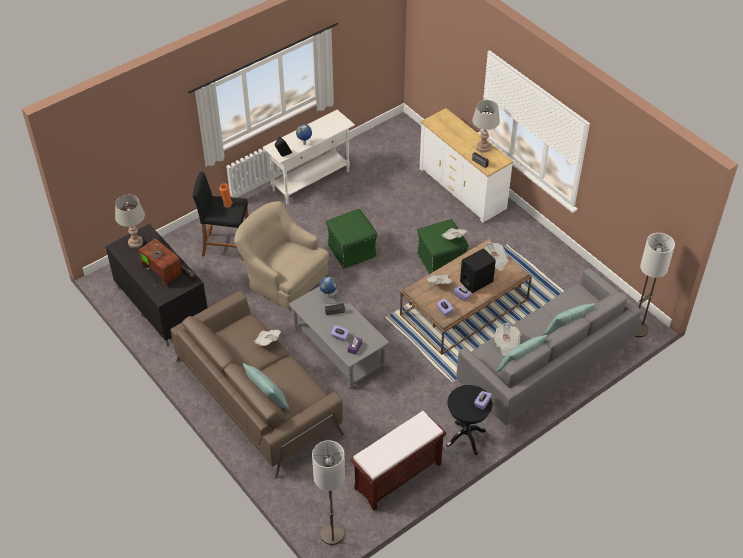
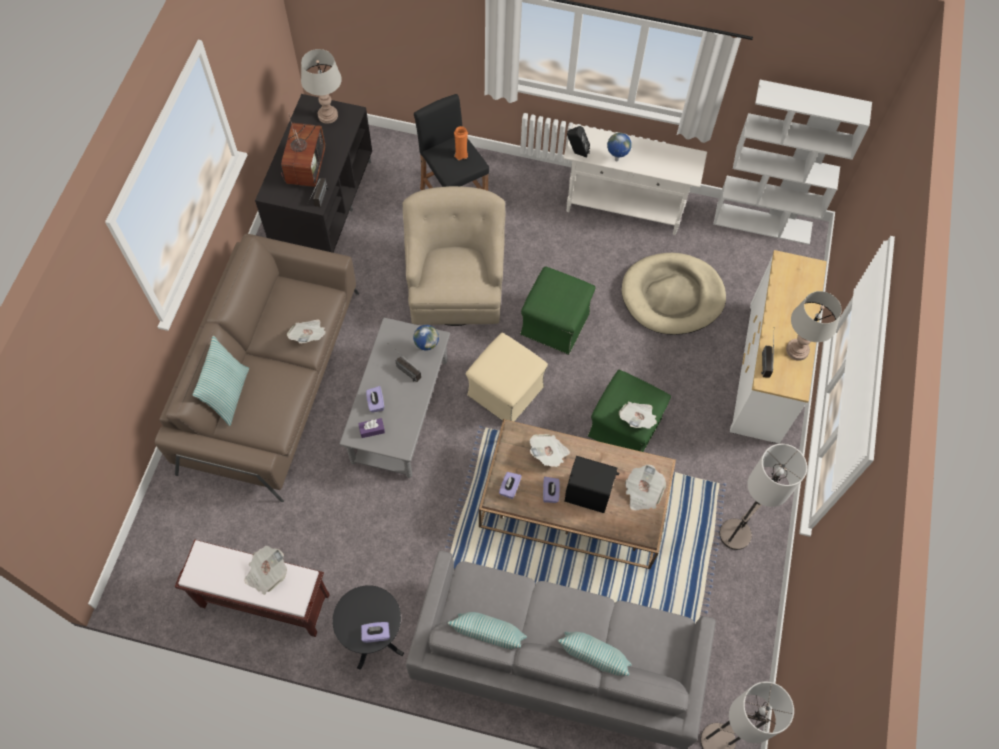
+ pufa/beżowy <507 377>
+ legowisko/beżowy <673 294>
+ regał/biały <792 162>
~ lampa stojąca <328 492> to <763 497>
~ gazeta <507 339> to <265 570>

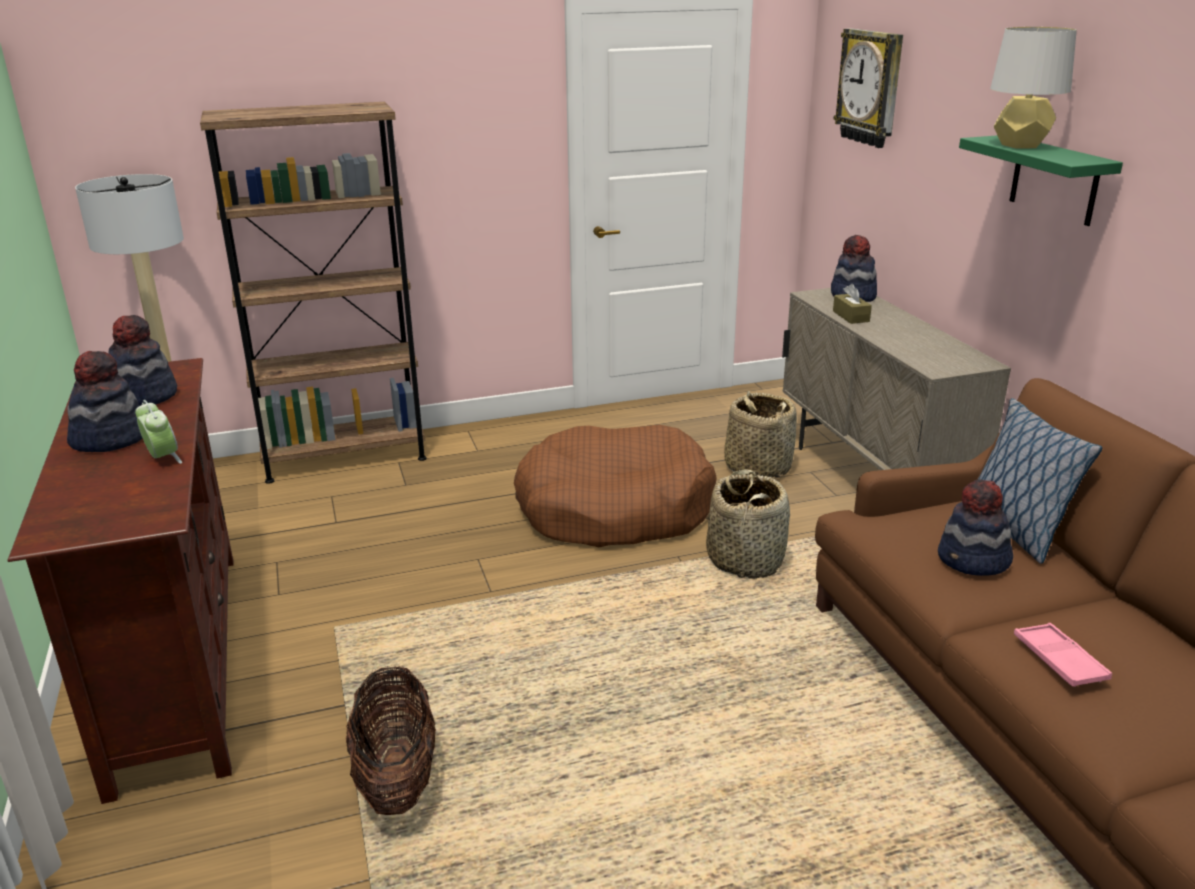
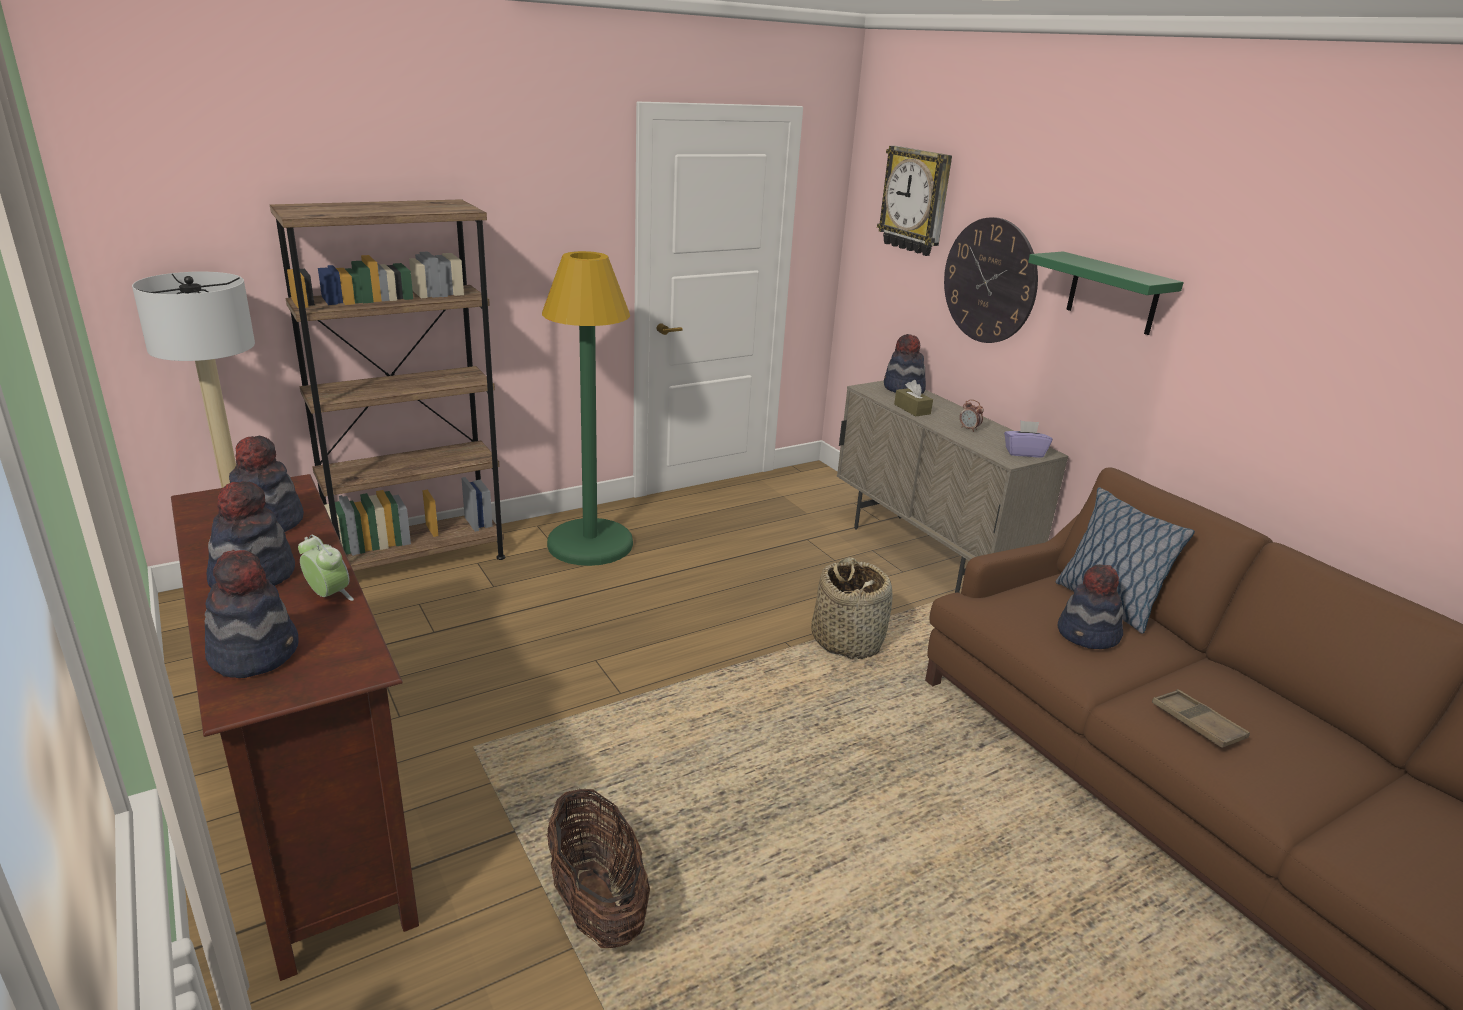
- legowisko/brązowy <615 486>
- koszyk <760 434>
- lampa stołowa/szary <1033 87>
+ kapelusz <251 614>
+ lampa stojąca/zielony <587 408>
+ zegar ścienny <991 280>
+ budzik <972 416>
+ pudełko chusteczek/fioletowy <1028 439>
~ taca/różowy <1063 655> to taca/brązowy <1201 718>

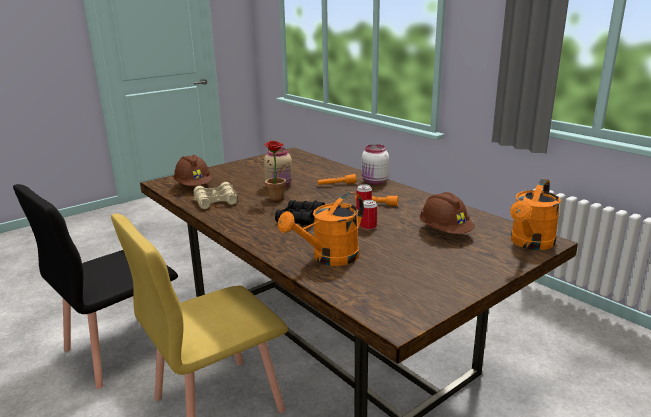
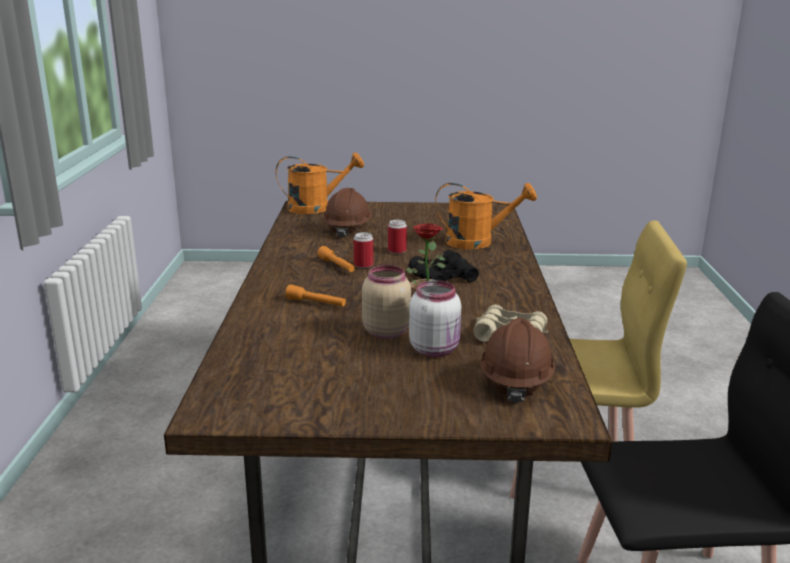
~ słoik/biały <375 164> to <435 318>

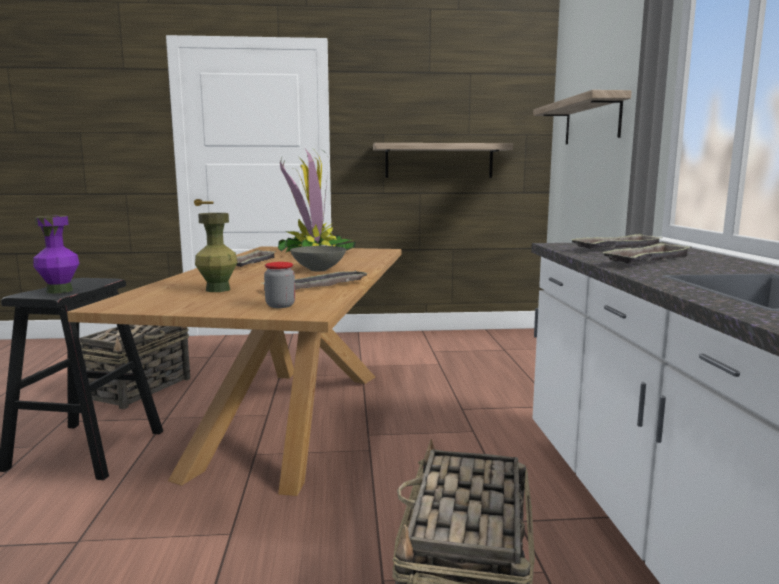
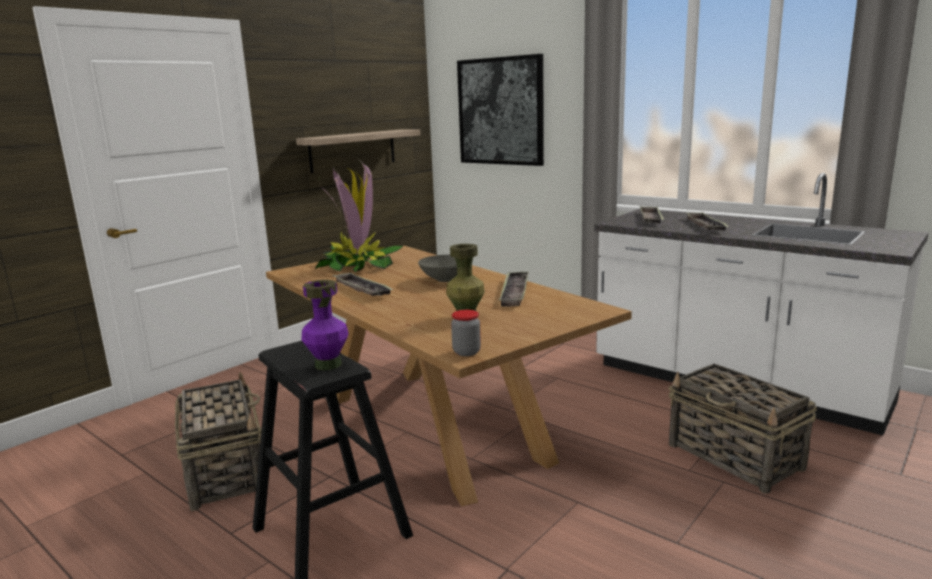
~ słoik <279 285> to <466 333>
~ półka <582 117> to obraz <500 110>

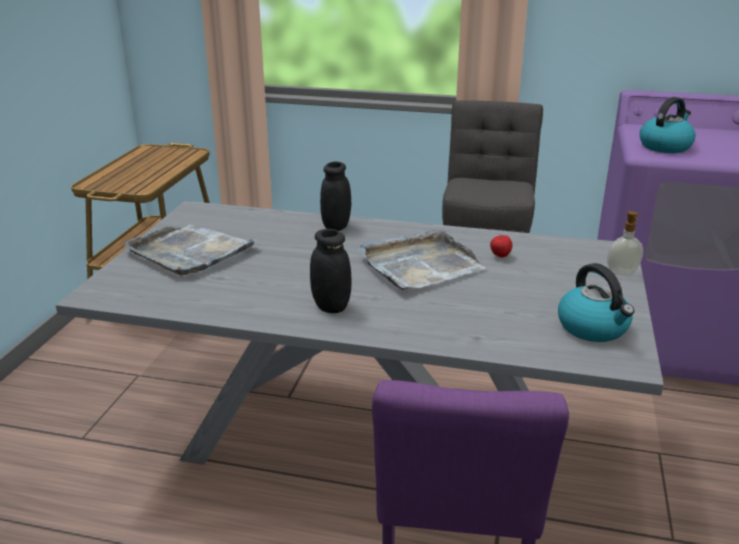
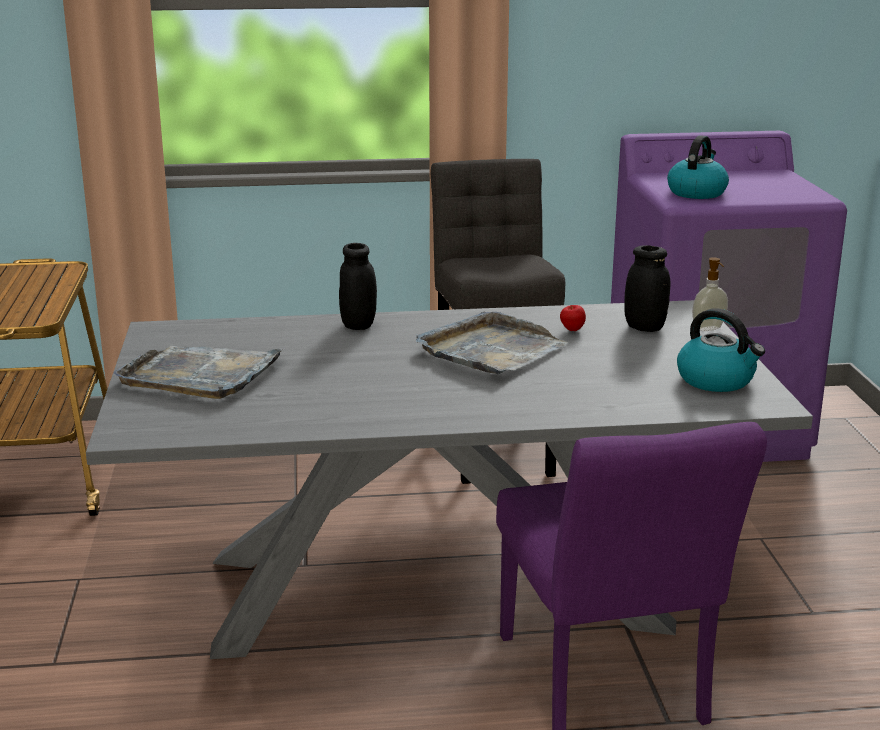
~ słoik/czarny <330 271> to <647 288>

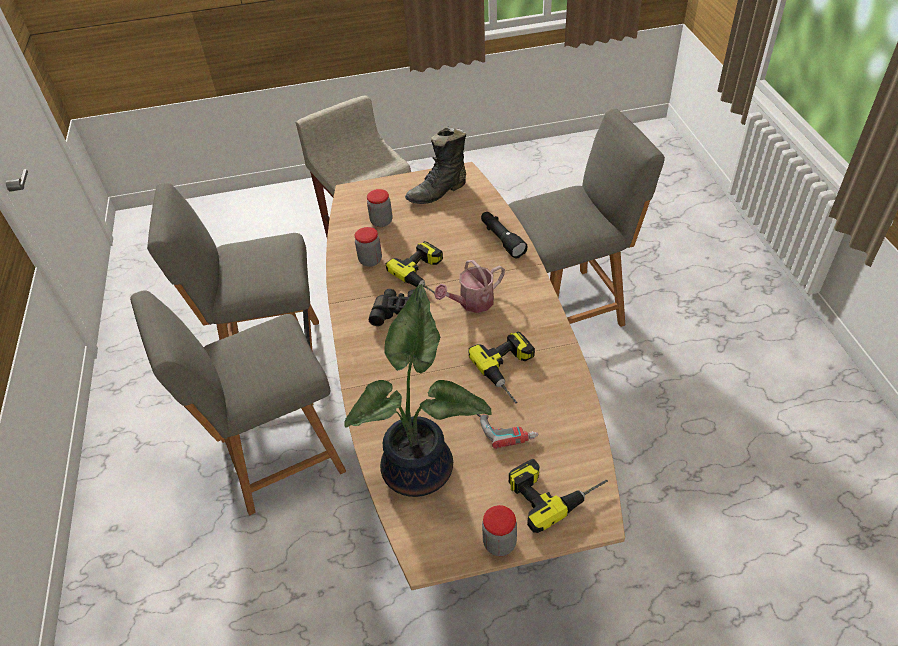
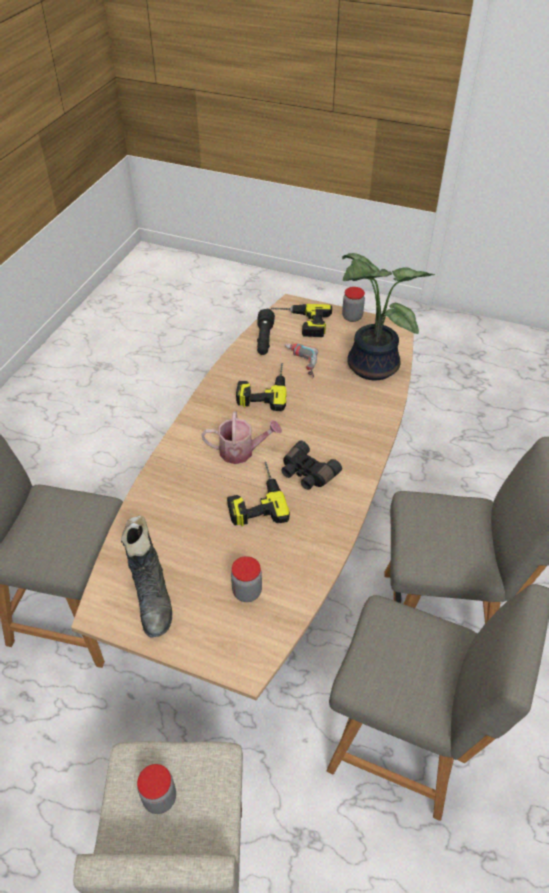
~ słoik <368 247> to <156 789>
~ latarka/czarny <504 235> to <266 332>
~ but z cholewką/czarny <435 165> = <146 576> 75 degrees clockwise

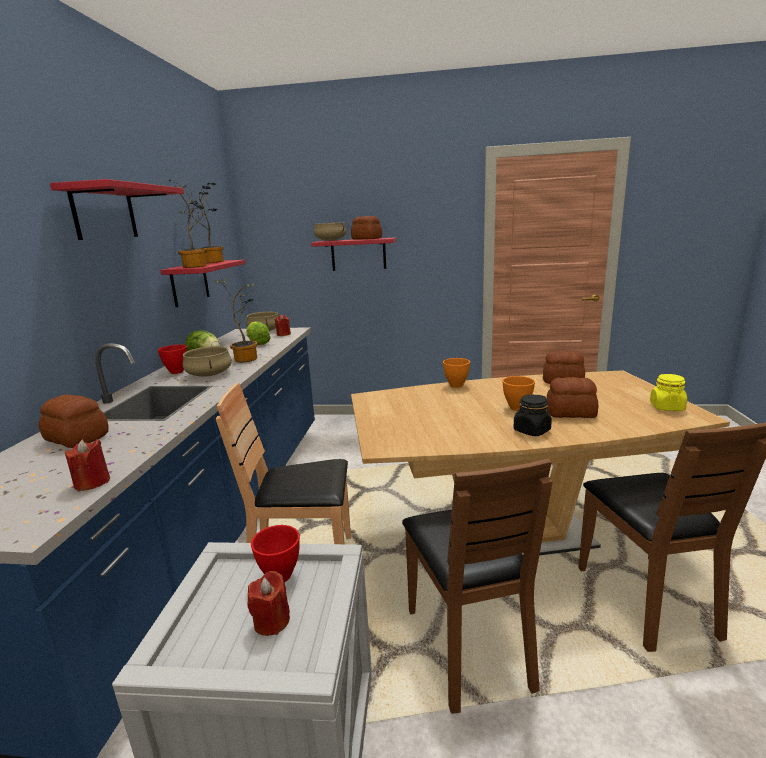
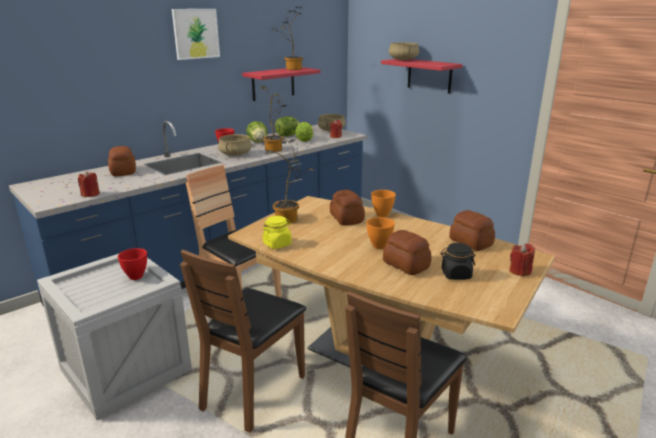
+ sałata <287 127>
~ roślina doniczkowa <192 223> to <290 180>
~ świeca/czerwony <268 603> to <522 260>
~ chleb <366 228> to <347 208>
~ słoik/czarny <533 415> to <457 261>
~ słoik/żółty <668 392> to <277 232>
~ półka/czerwony <117 209> to obraz <196 34>

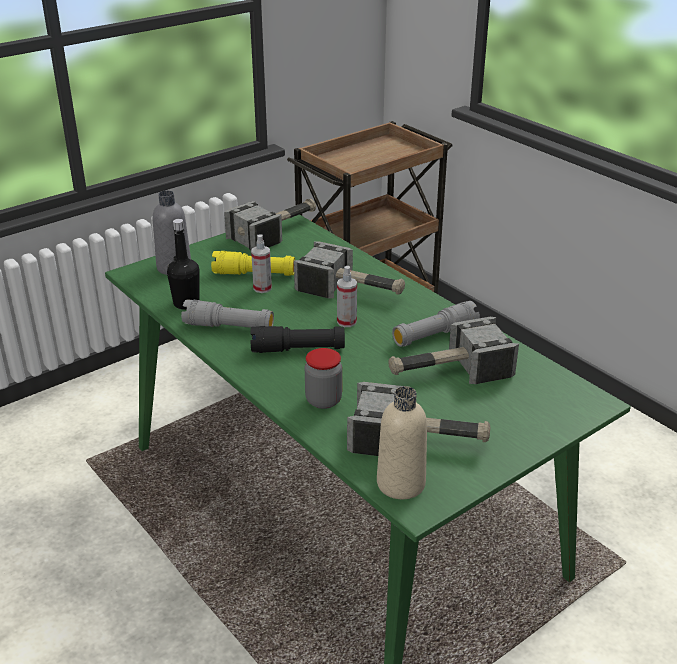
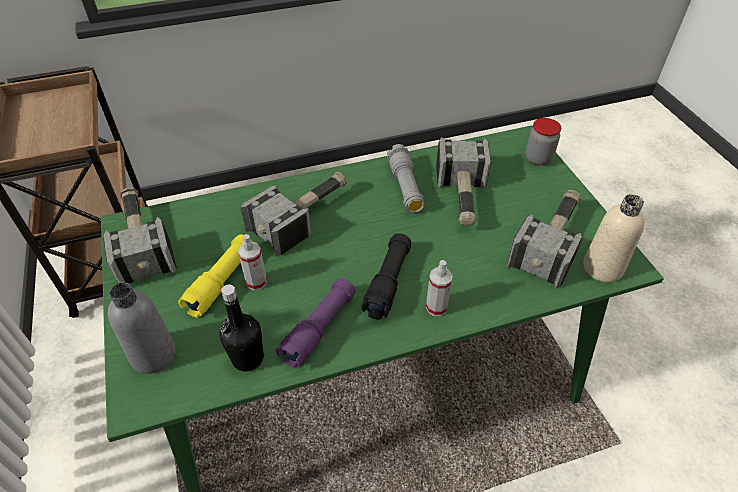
~ słoik <323 378> to <543 142>
~ spryskiwacz <347 296> to <439 288>
~ latarka/szary <227 314> to latarka/fioletowy <316 323>

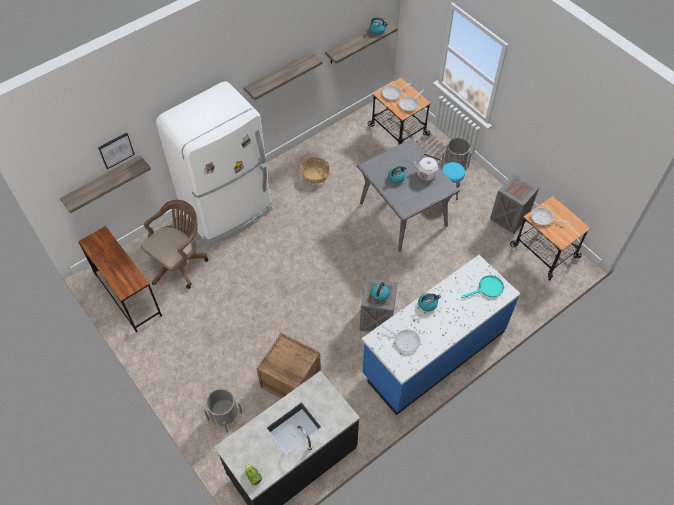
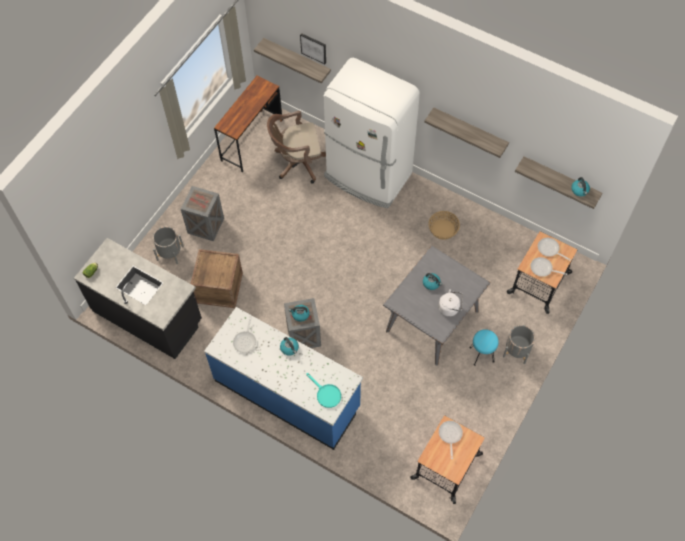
~ skrzynka <514 203> to <202 213>
~ krzesło biurowe/brązowy <174 244> = <296 147> 150 degrees clockwise

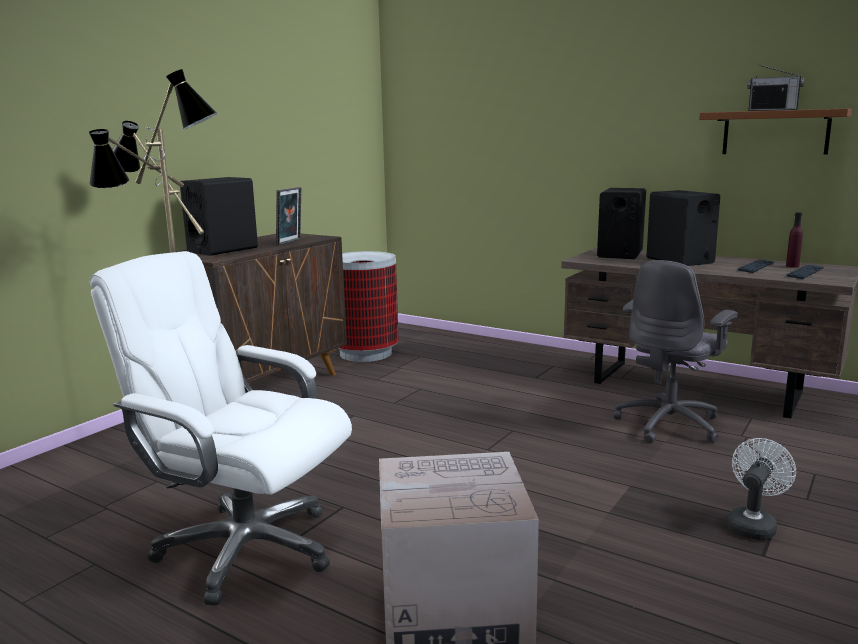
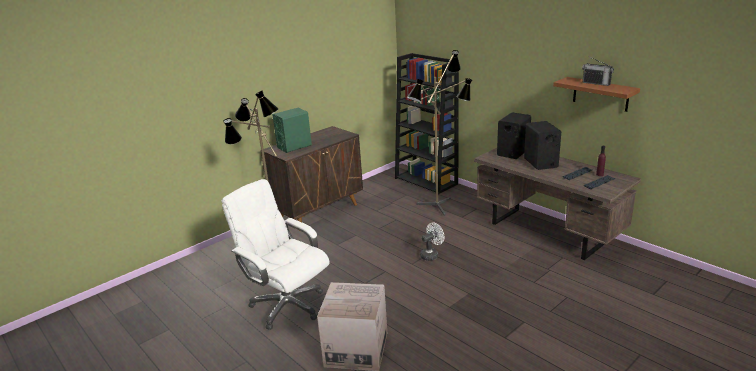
- ramka na zdjęcie <289 216>
- kosz na śmieci <368 306>
- krzesło biurowe/szary <675 351>
+ regał/czarny <427 123>
+ lampa stojąca <439 133>
~ wentylator/biały <761 489> to <432 242>
~ głośnik/czarny <219 216> to głośnik/zielony <292 130>

